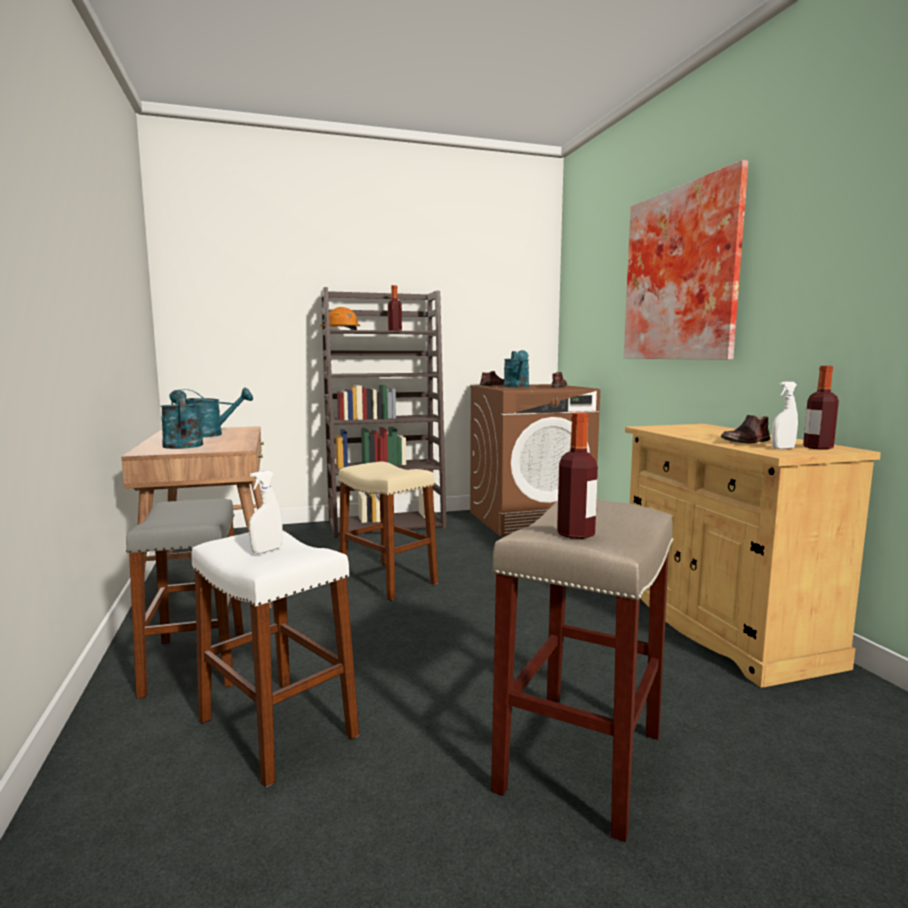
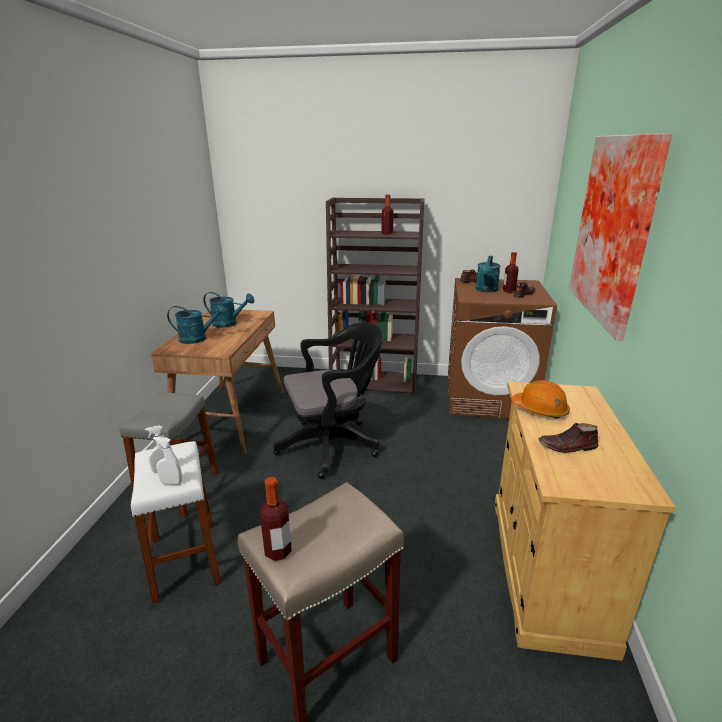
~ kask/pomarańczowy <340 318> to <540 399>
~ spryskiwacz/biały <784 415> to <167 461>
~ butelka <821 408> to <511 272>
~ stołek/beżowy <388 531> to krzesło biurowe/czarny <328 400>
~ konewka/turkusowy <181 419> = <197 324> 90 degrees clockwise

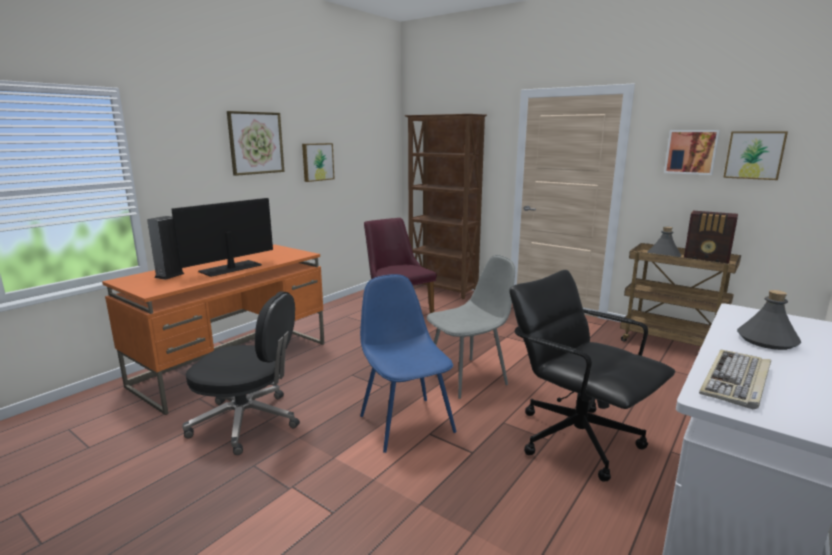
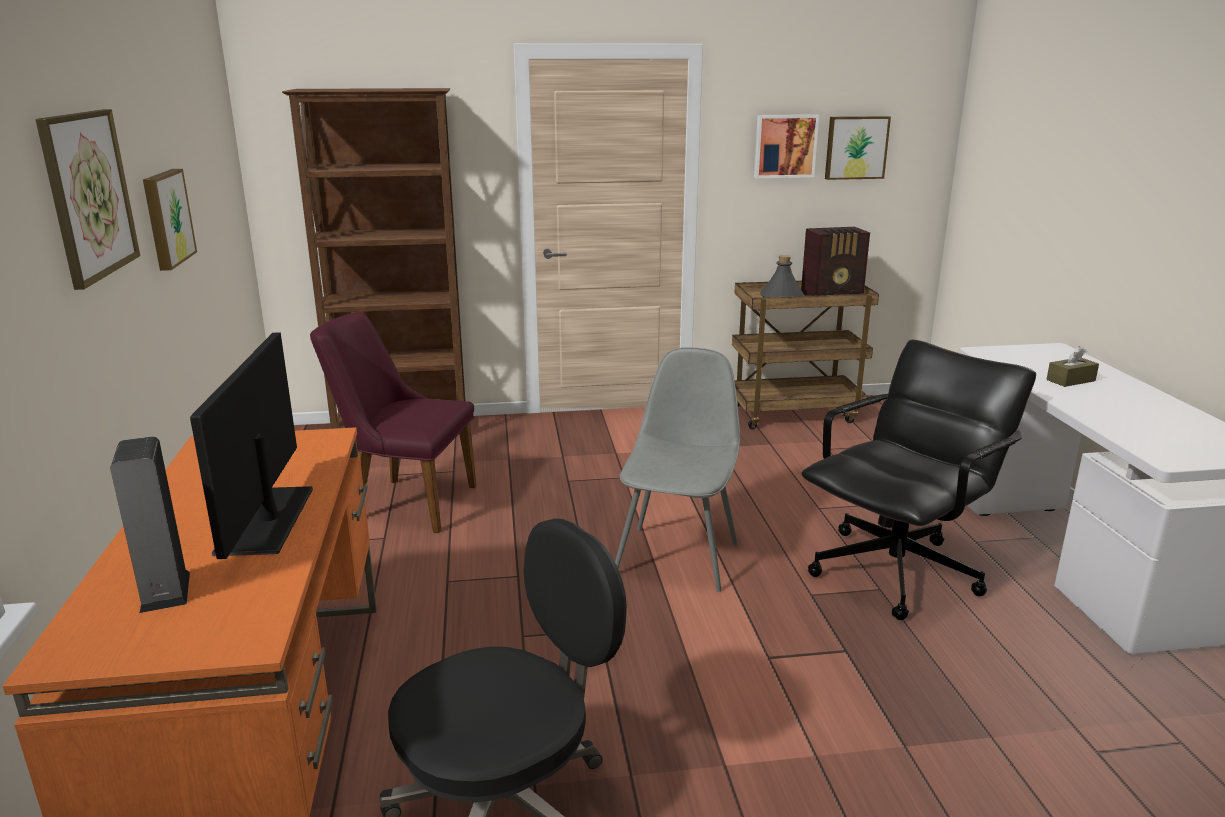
- krzesło/niebieski <408 363>
- klawiatura <735 379>
~ butelka/szary <769 320> to pudełko chusteczek/brązowy <1072 366>
~ krzesło biurowe/czarny <592 376> = <919 480> 135 degrees clockwise

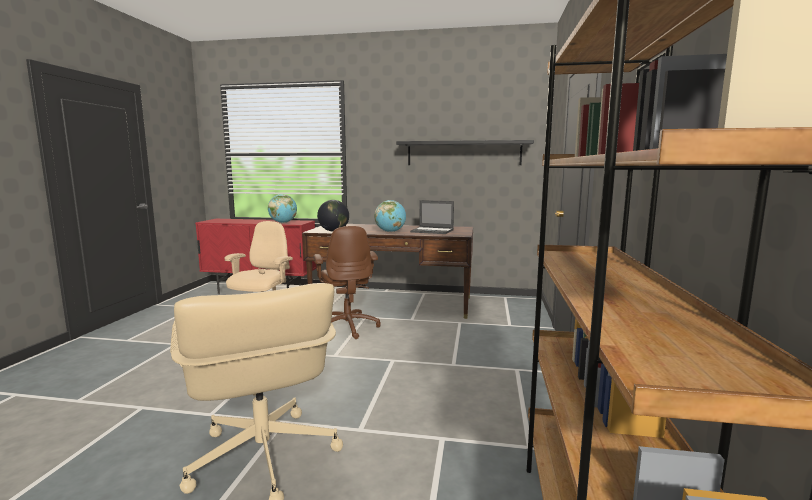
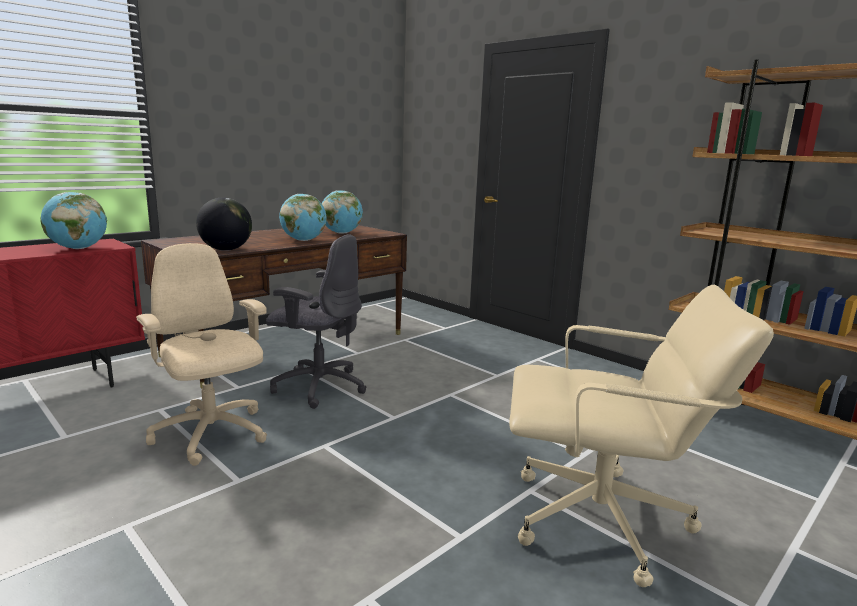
- półka/czarny <465 152>
~ laptop <432 217> to globus <342 212>
~ krzesło biurowe/brązowy <347 282> to krzesło biurowe/szary <316 321>

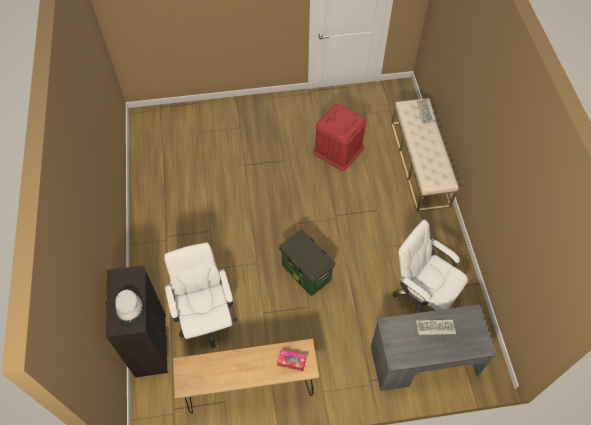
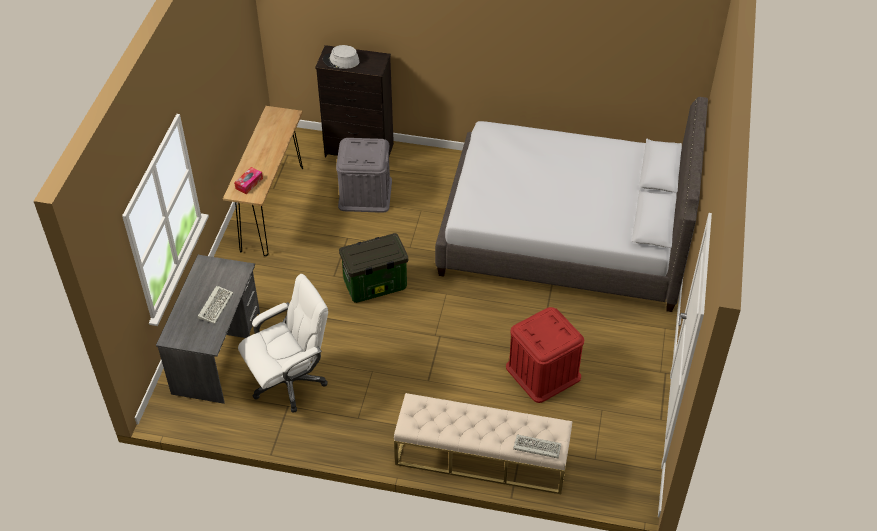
+ łóżko/szary <571 204>
~ krzesło biurowe/biały <200 295> to pojemnik do przechowywania/szary <364 175>

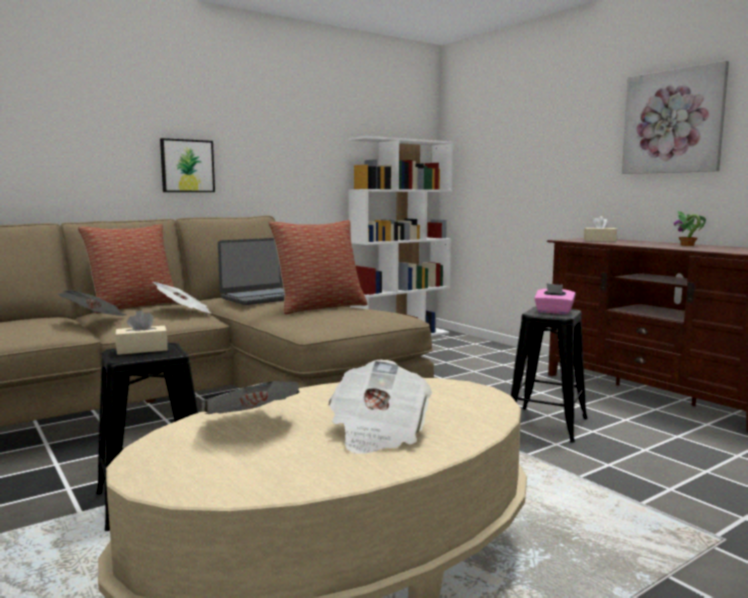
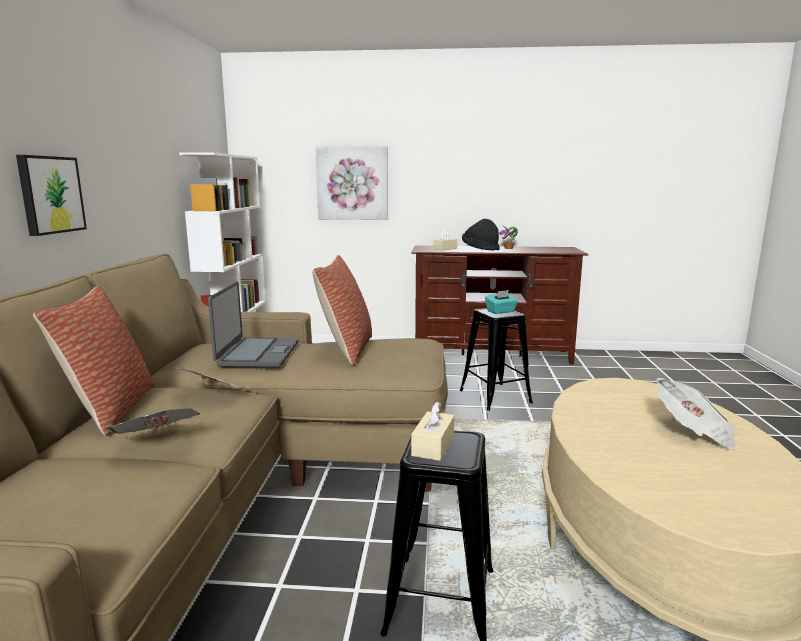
- gazeta <250 397>
+ kapelusz/czarny <481 235>
~ obraz <675 117> to <352 183>
~ pudełko chusteczek/różowy <555 298> to pudełko chusteczek/turkusowy <501 302>

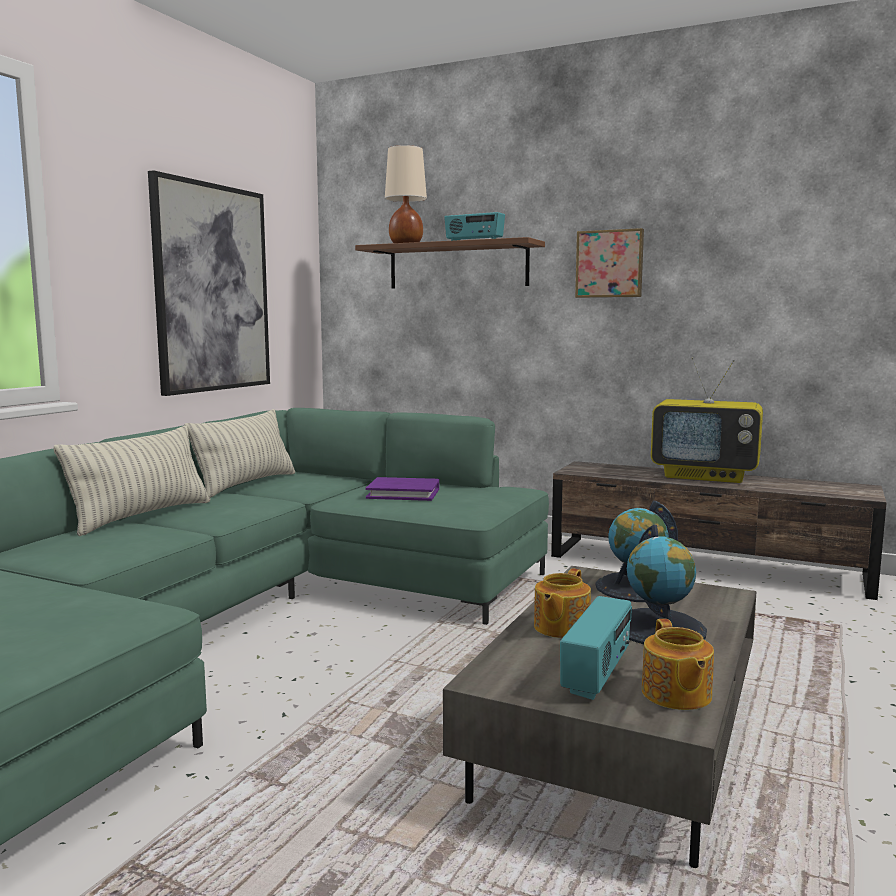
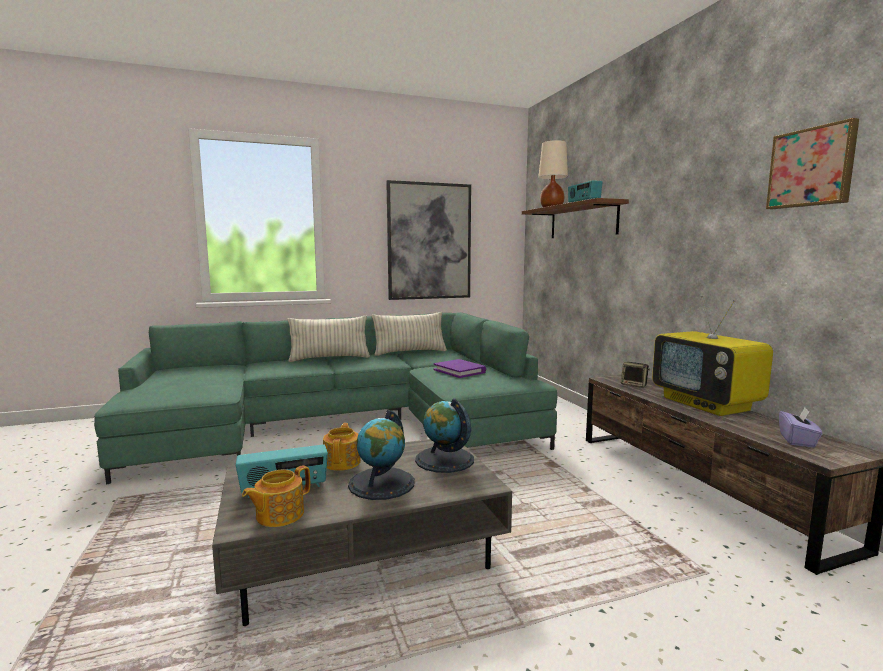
+ głośnik <635 375>
+ pudełko chusteczek/fioletowy <801 427>
~ obraz <609 263> to <812 163>
~ imbryk <562 603> = <342 447> 105 degrees clockwise

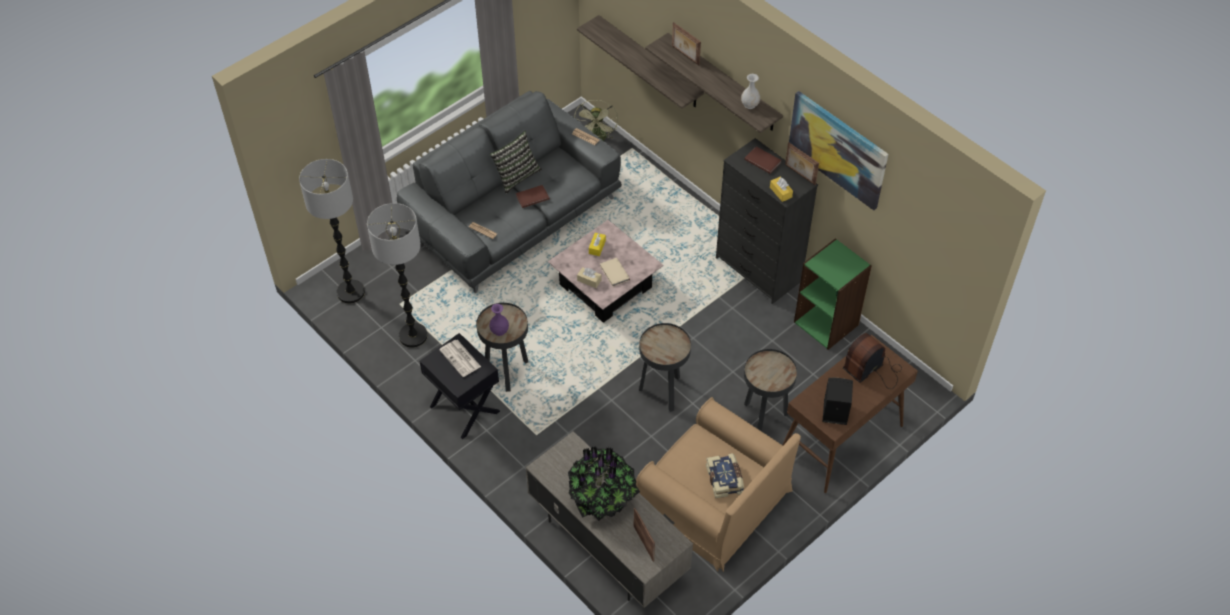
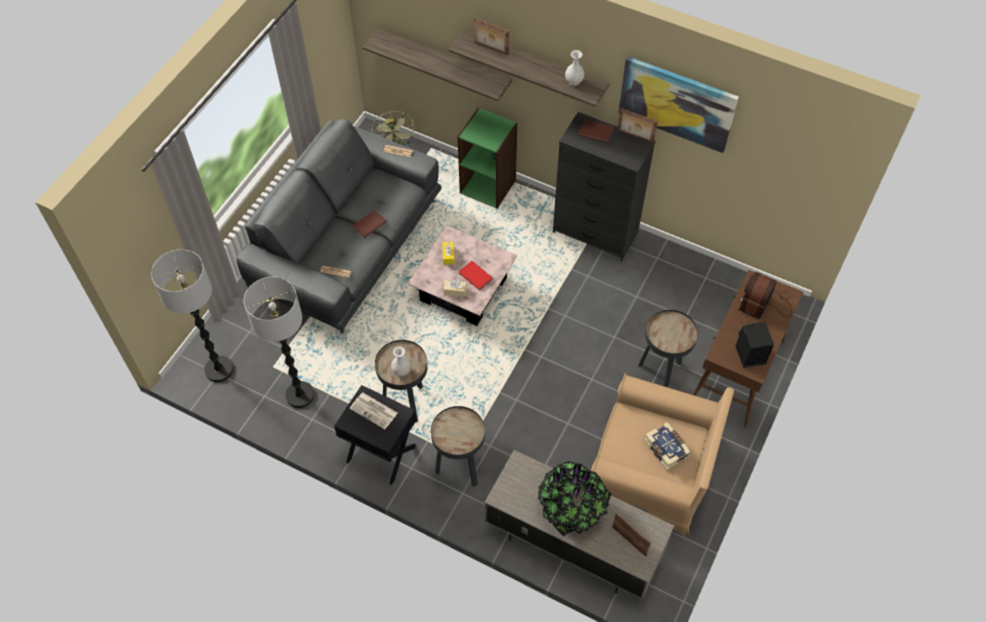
- poduszka <516 162>
- pudełko chusteczek/żółty <781 189>
~ stolik/czarny <665 367> to <458 446>
~ regał/zielony <833 294> to <488 158>
~ wazon/fioletowy <499 320> to wazon/biały <401 362>
~ książka/beżowy <615 272> to książka/czerwony <476 276>

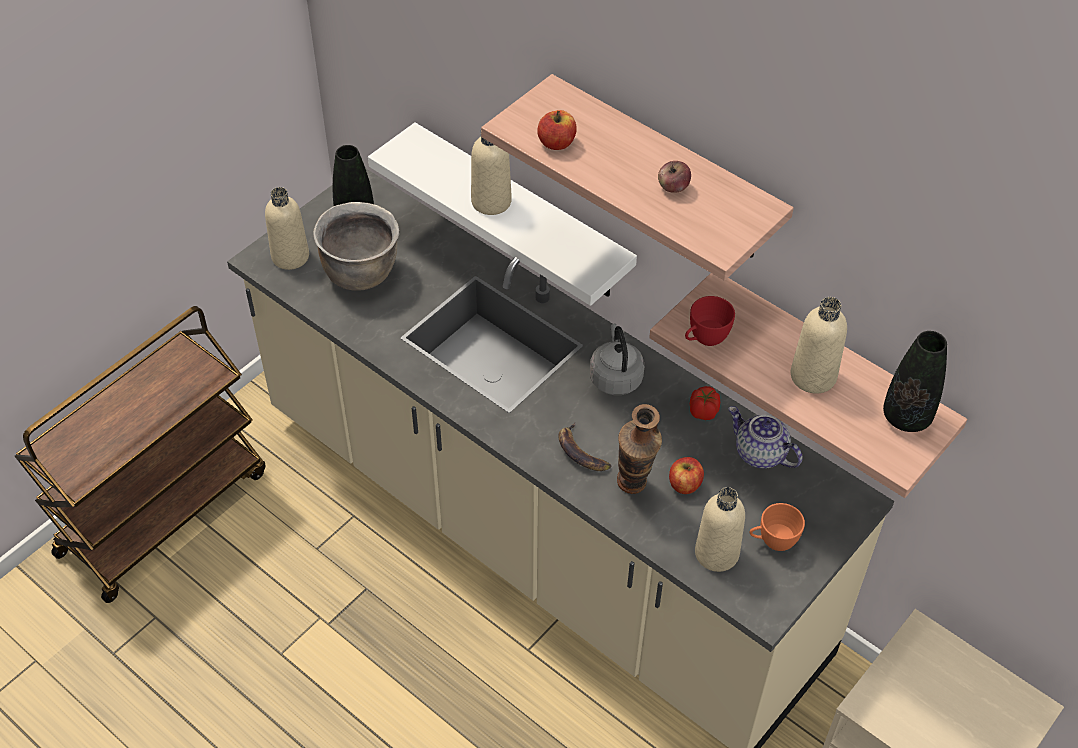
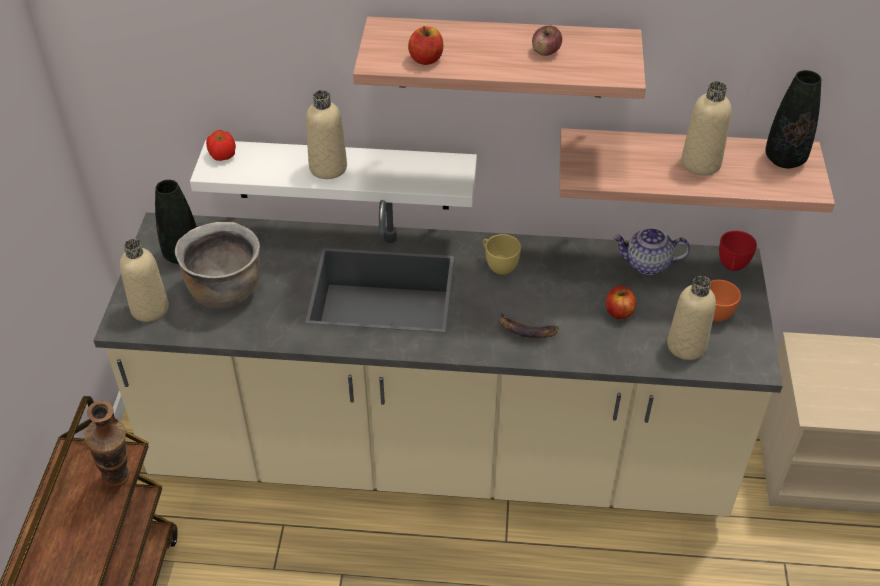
~ wazon <639 449> to <106 444>
~ filiżanka/czerwony <710 321> to <738 250>
~ pomidor <705 403> to <221 145>
~ czajnik/szary <617 359> to filiżanka/żółty <502 254>

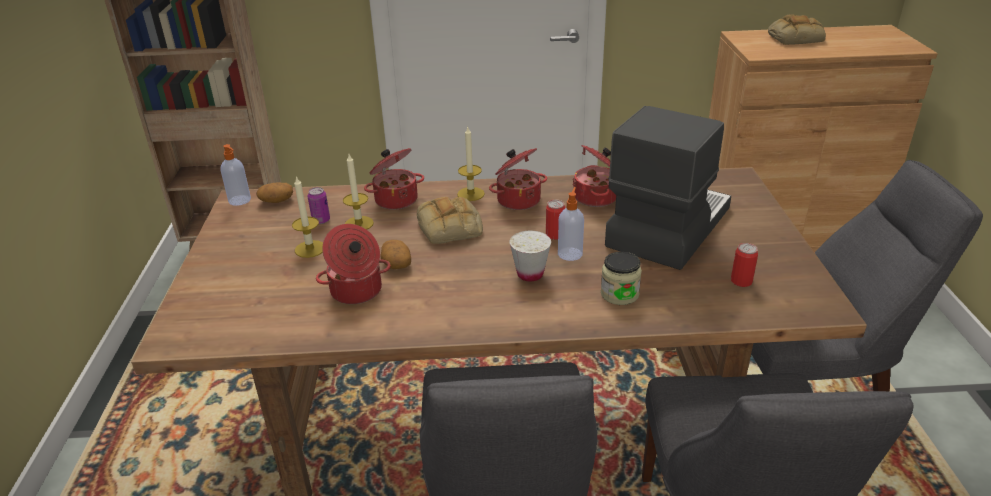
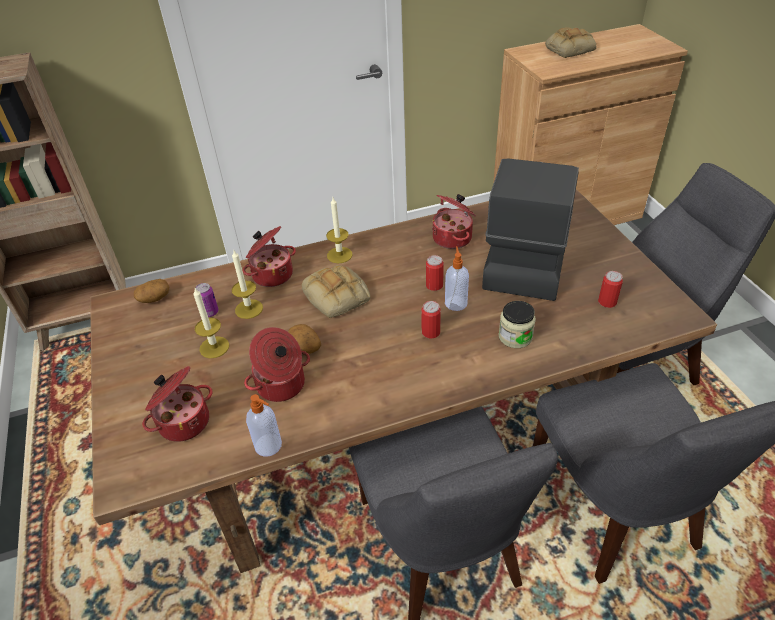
~ dozownik mydła <236 175> to <264 425>
~ garnek <518 179> to <177 404>
~ filiżanka/biały <530 256> to puszka <431 319>

